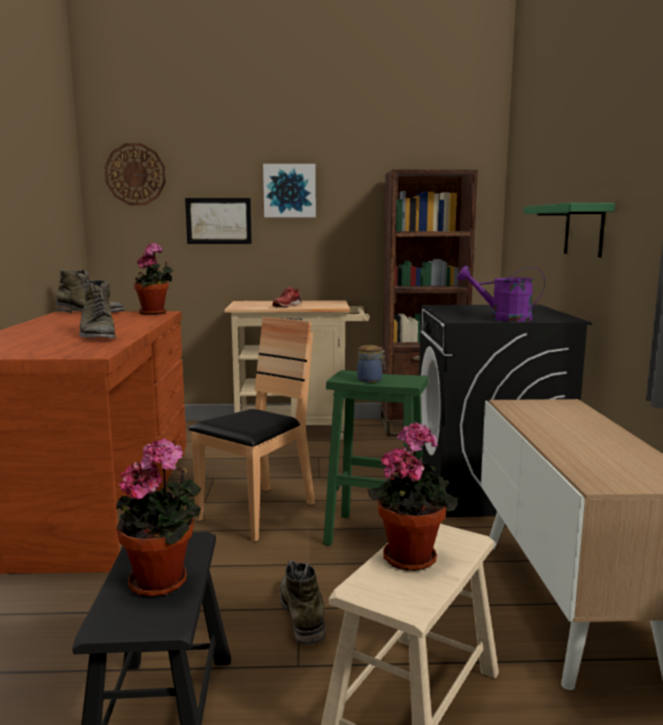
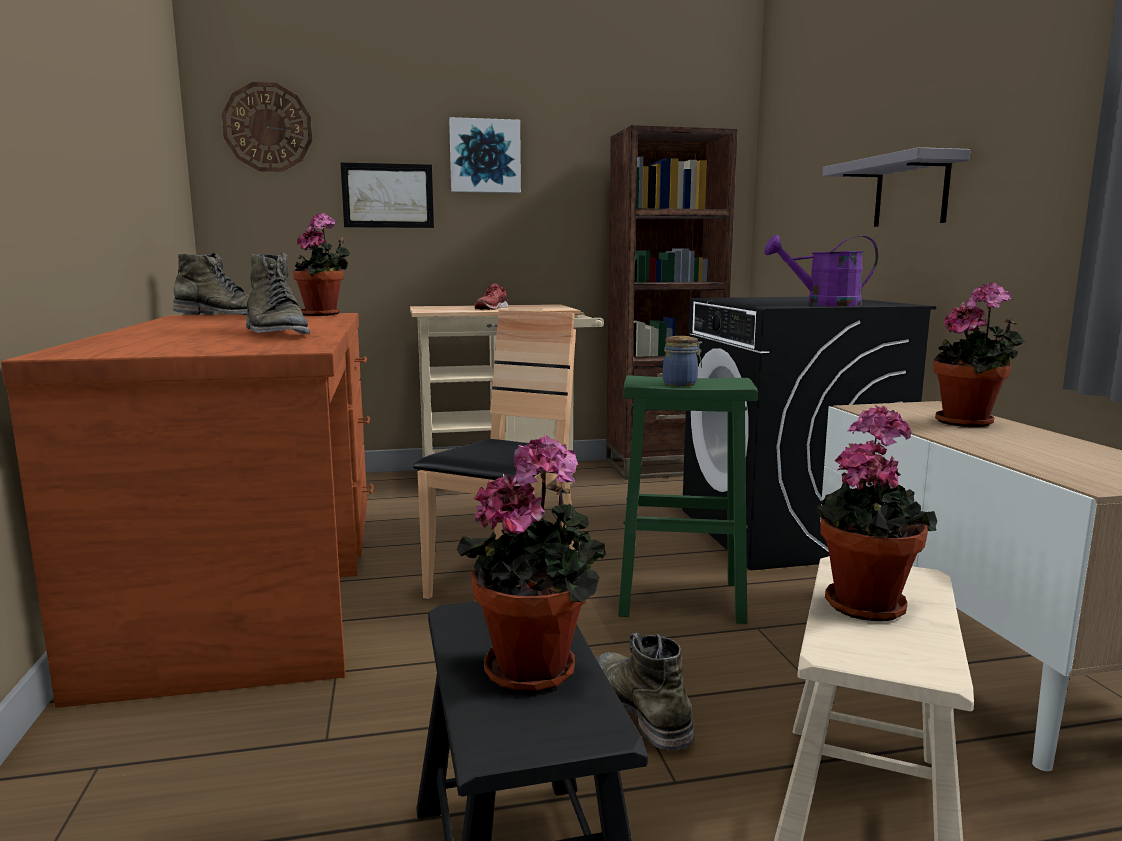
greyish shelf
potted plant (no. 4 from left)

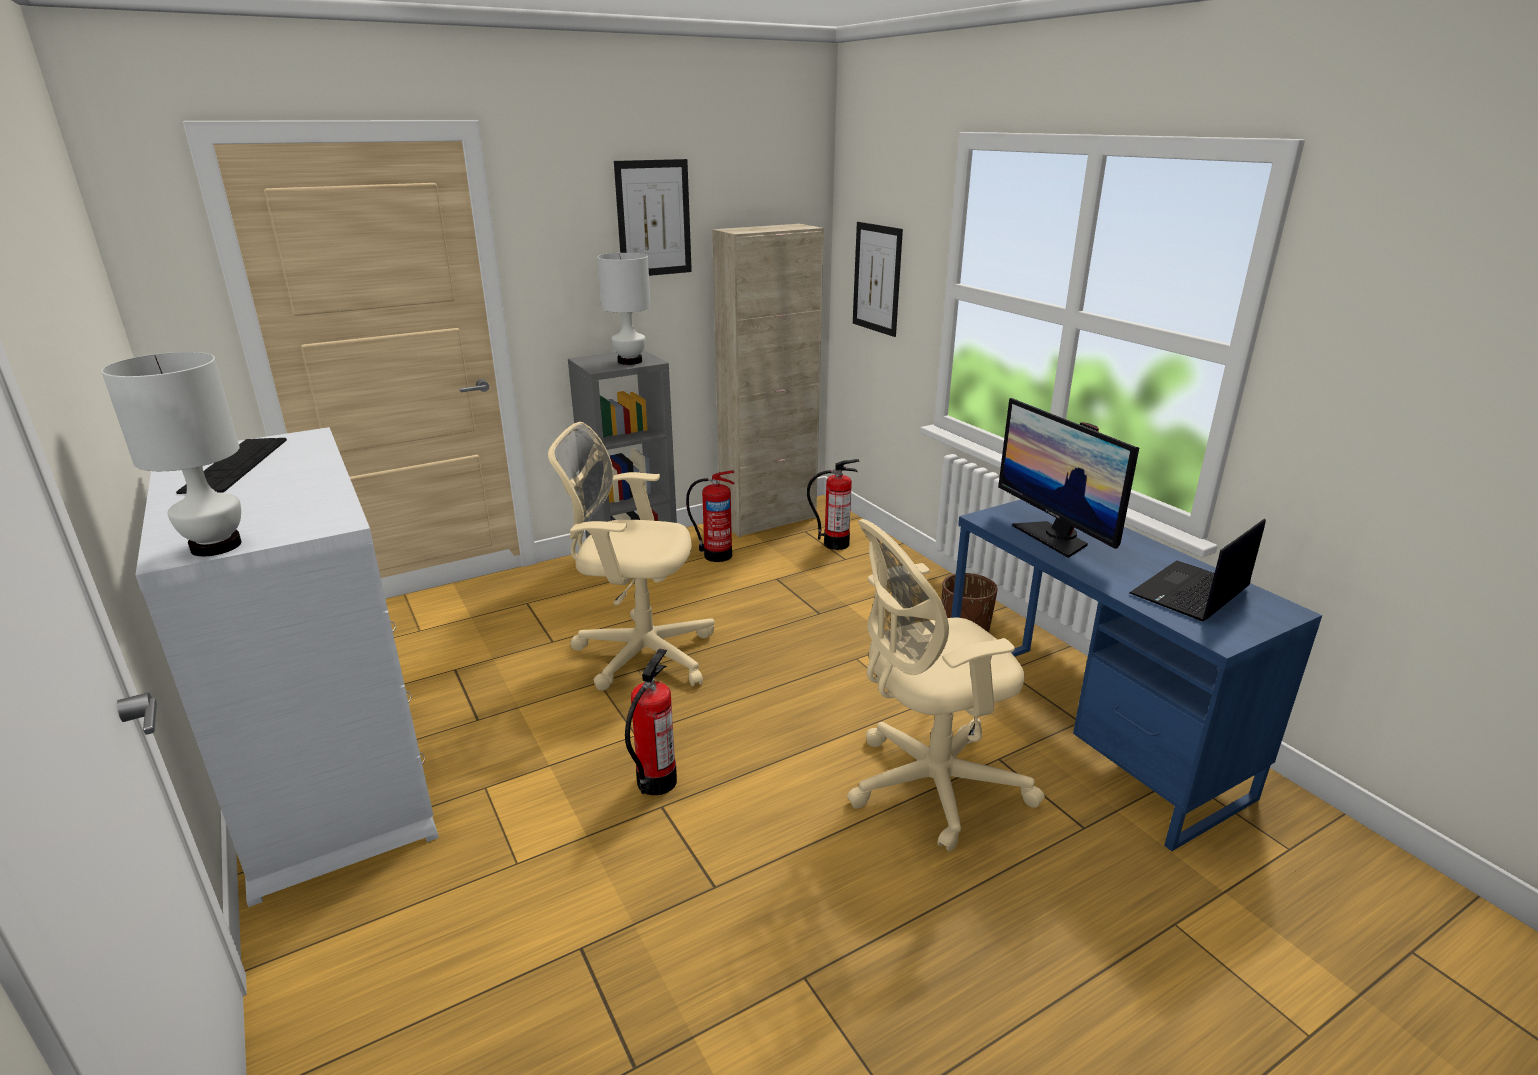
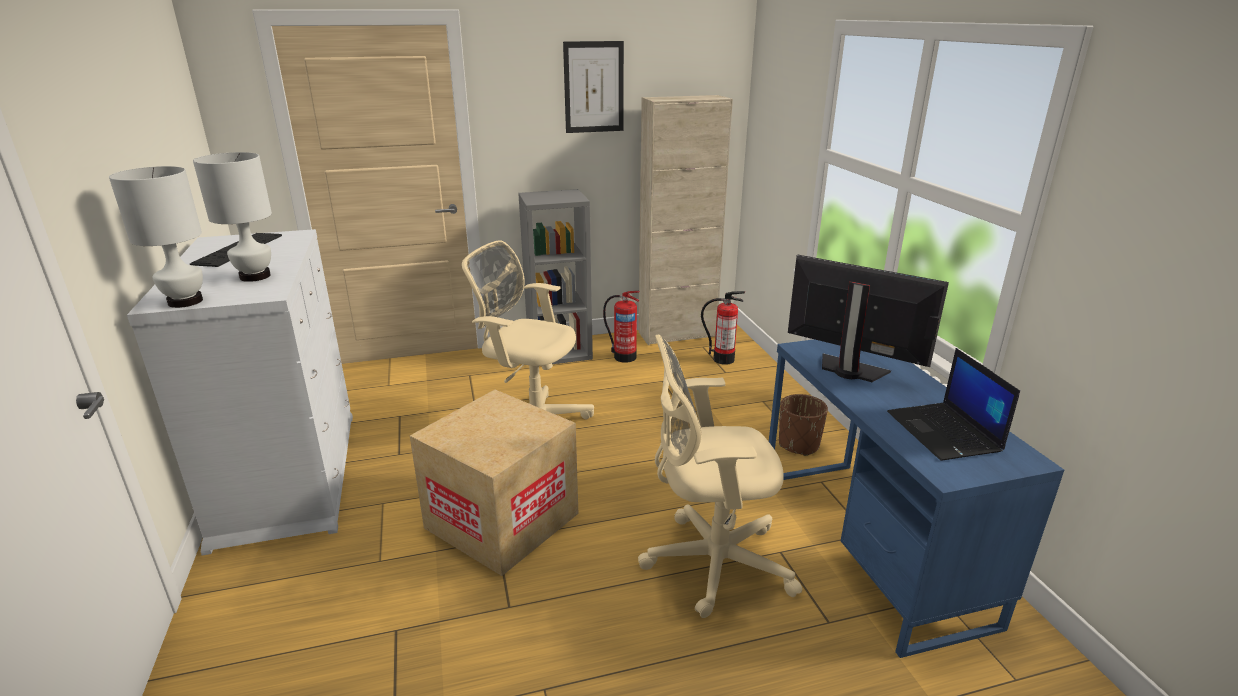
whitish tabletop lamp (no. 2 from left)
carton
wall art (no. 2 from left in the first image)
computer screen
portable computer

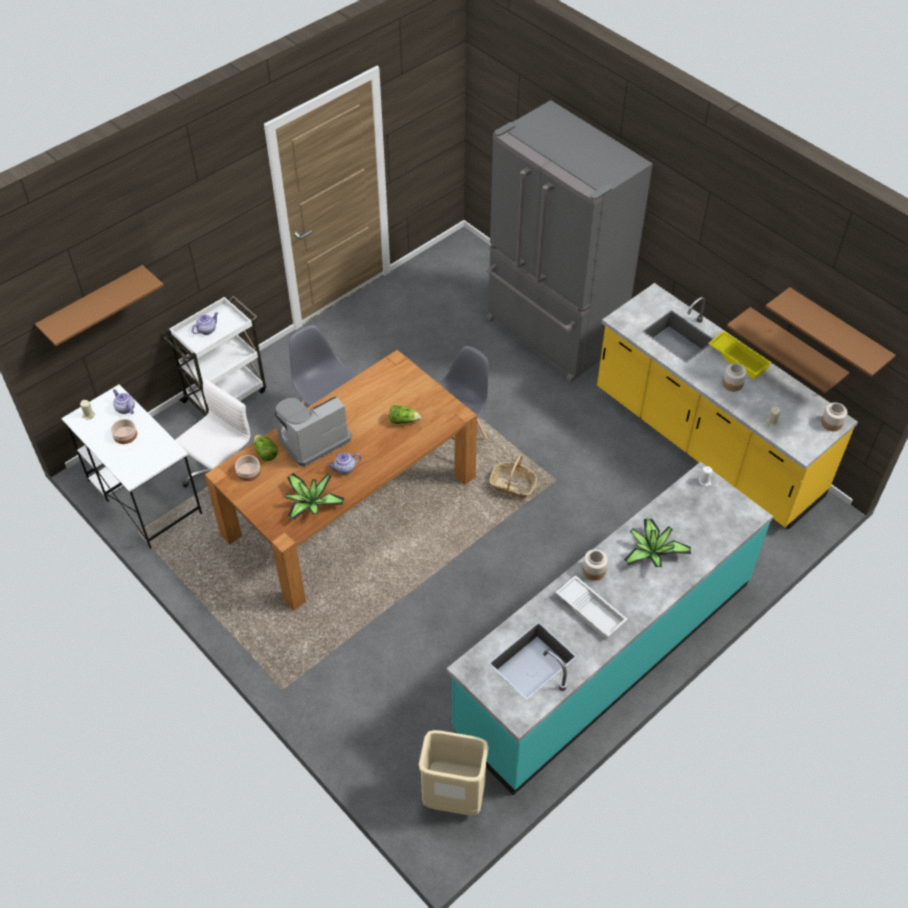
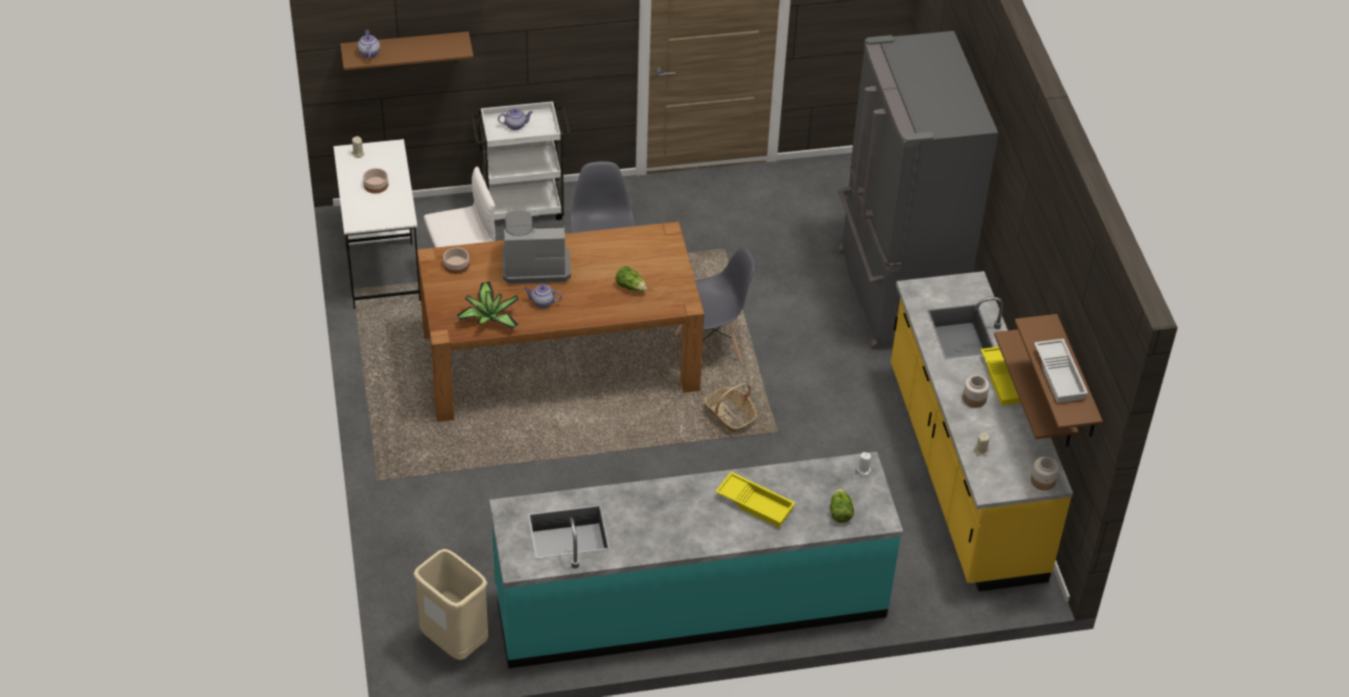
pot for tea (no. 1 from left)
lettuce head (no. 2 from left)
whitish tray
jar (no. 1 from left in the first image)
yellow tray (no. 1 from left)

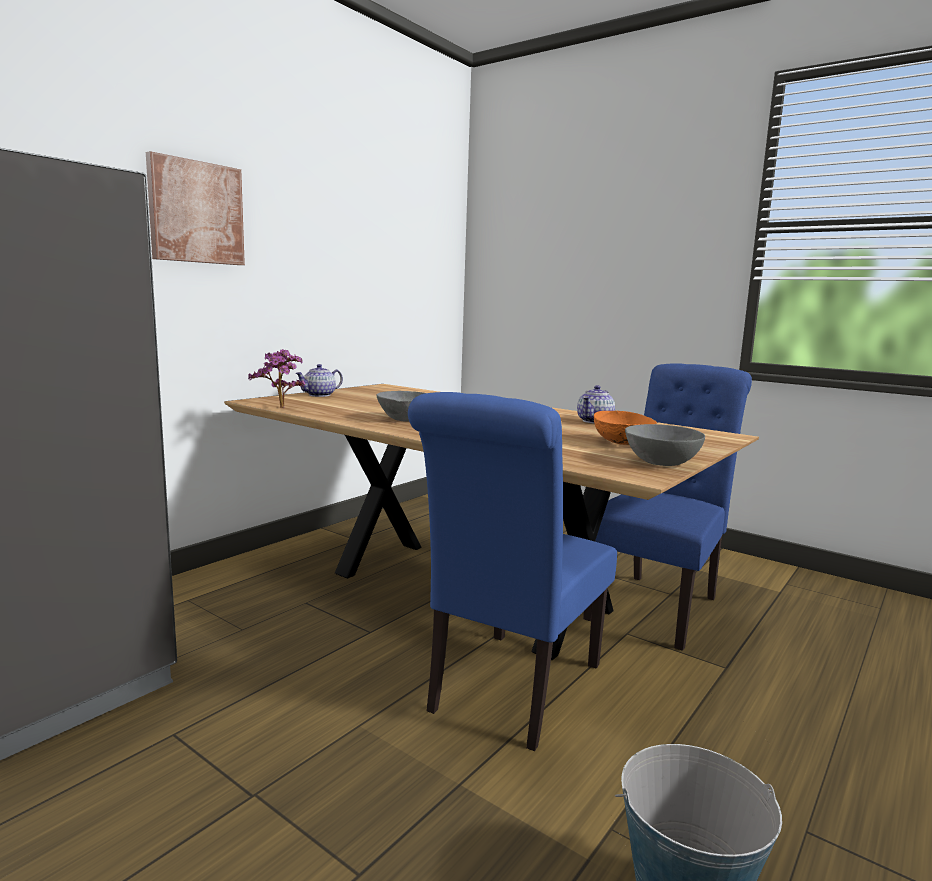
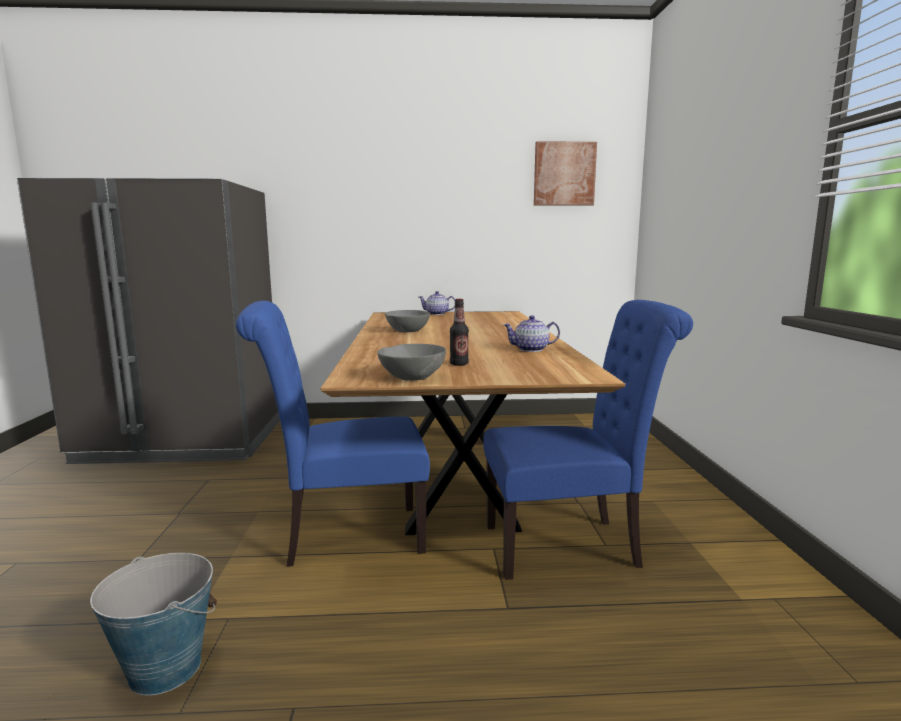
wall art
potted plant
drink bottle

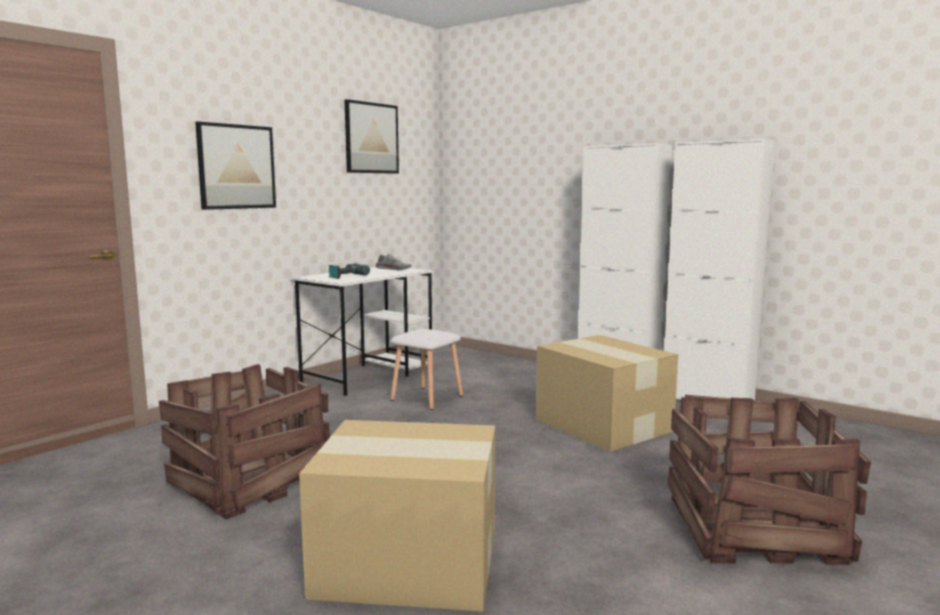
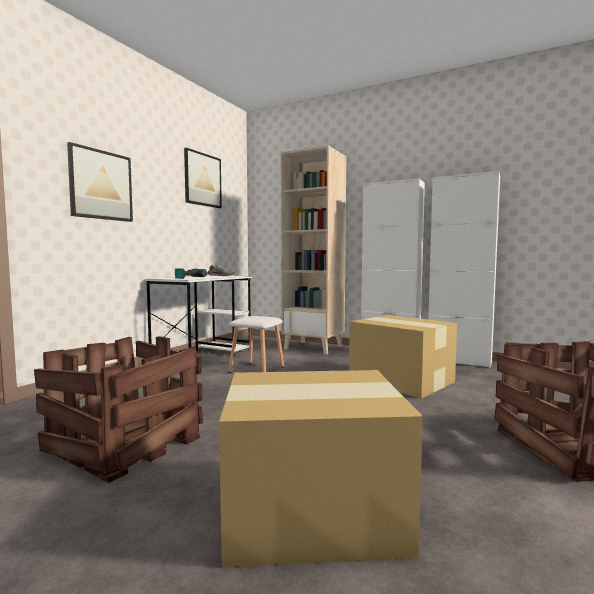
beige-coloured bookcase

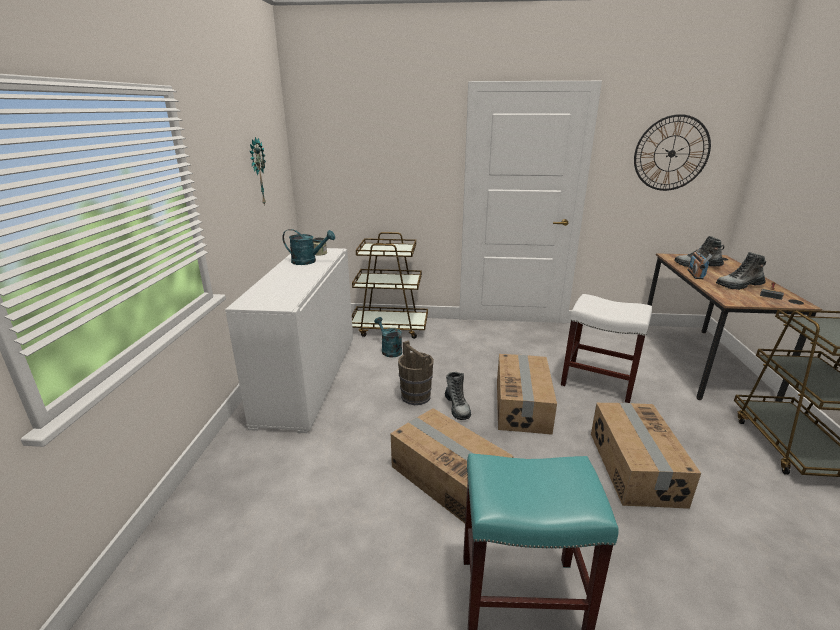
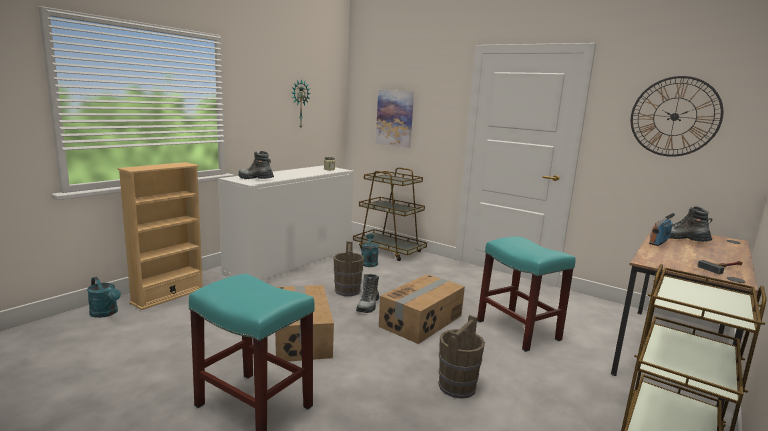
turquoise-coloured watering pot (no. 1 from left)
turquoise-coloured sitting stool (no. 2 from left)
brown-coloured water bucket (no. 2 from left)
high-top boot (no. 1 from left)
beige-coloured bookcase
wall art

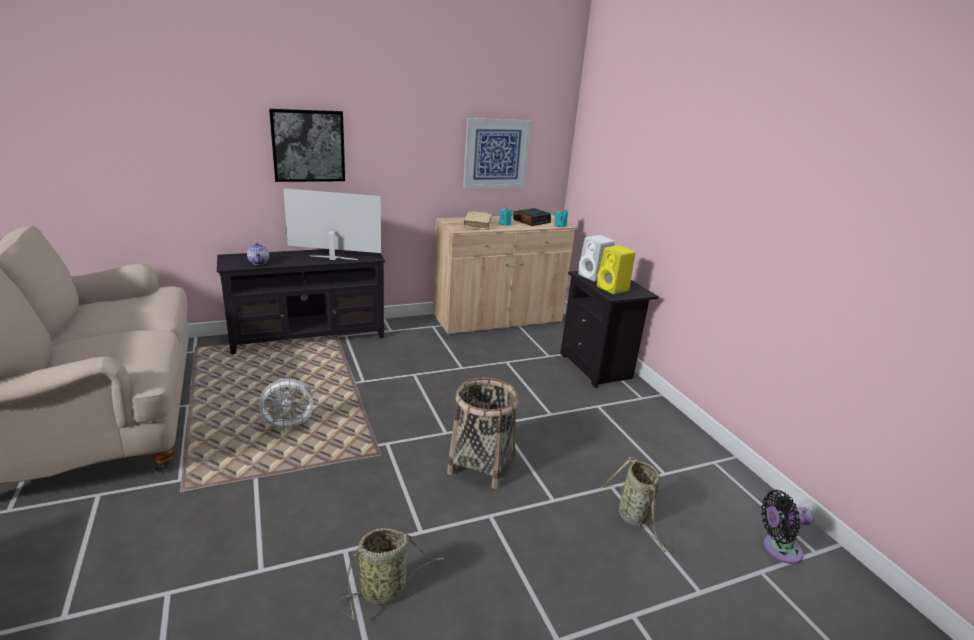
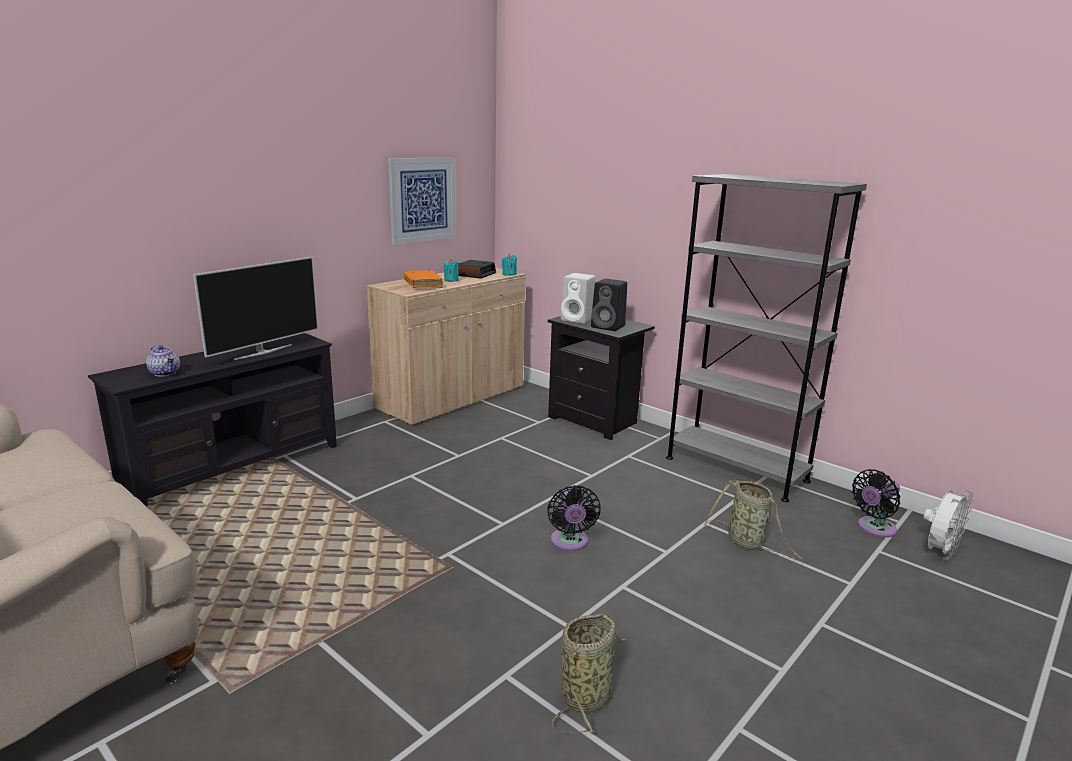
whitish cooling fan
wall art (no. 1 from left in the first image)
television
black cooling fan (no. 1 from left)
orange-coloured bound book
black loudspeaker
greyish bookcase

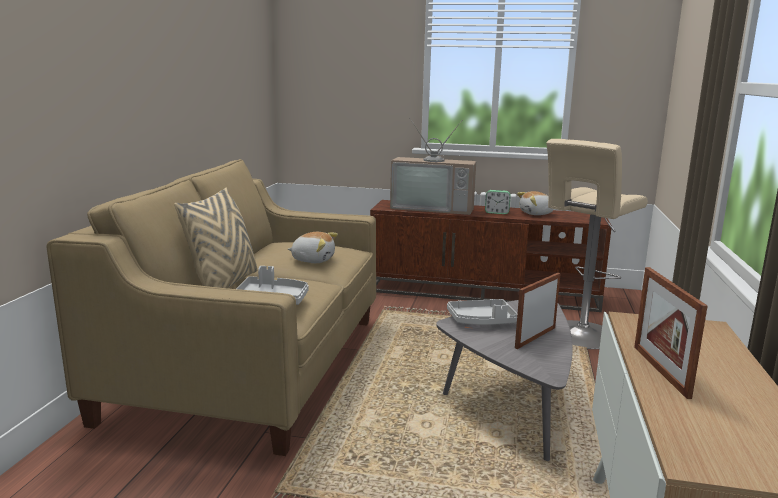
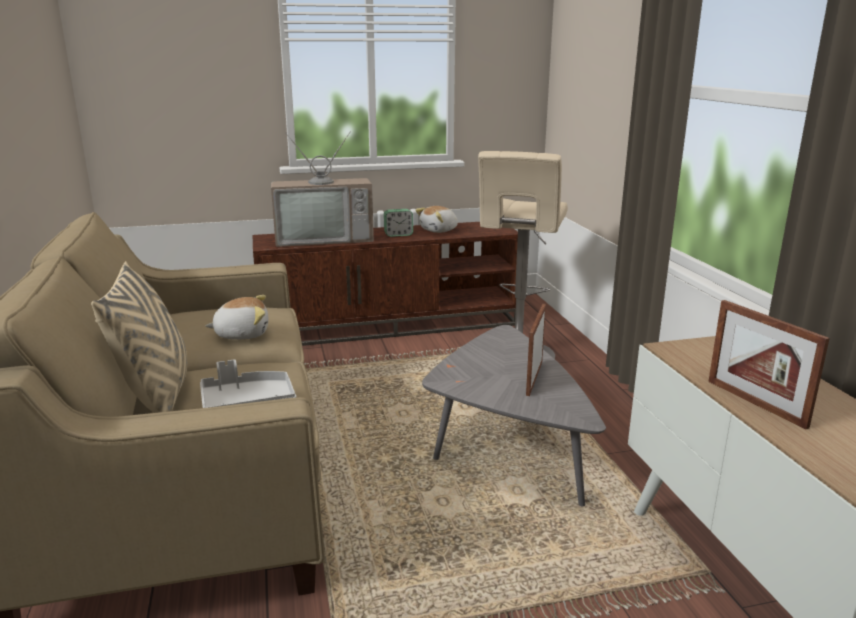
greyish tray (no. 2 from left in the first image)

